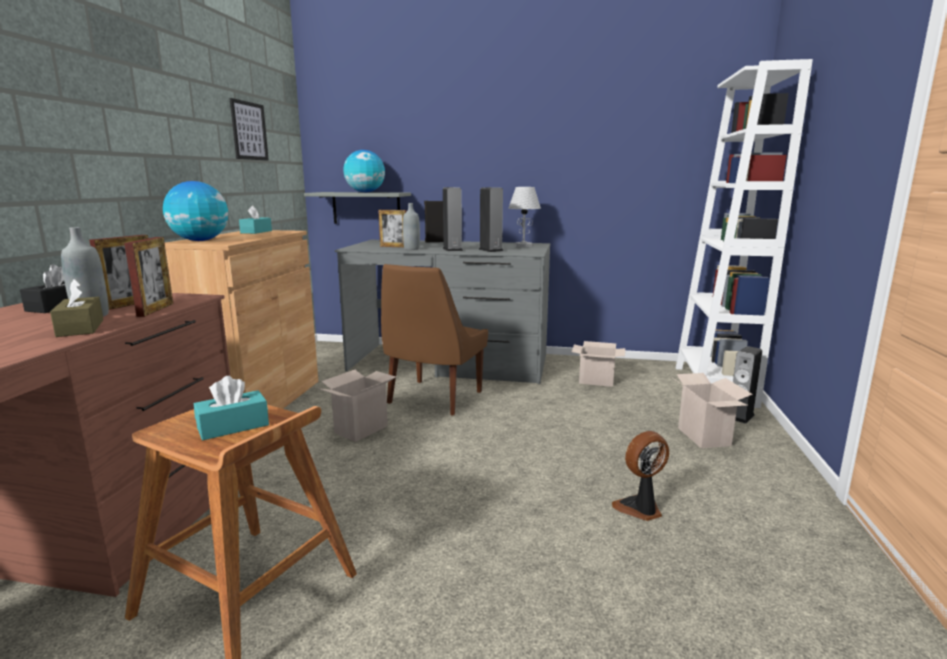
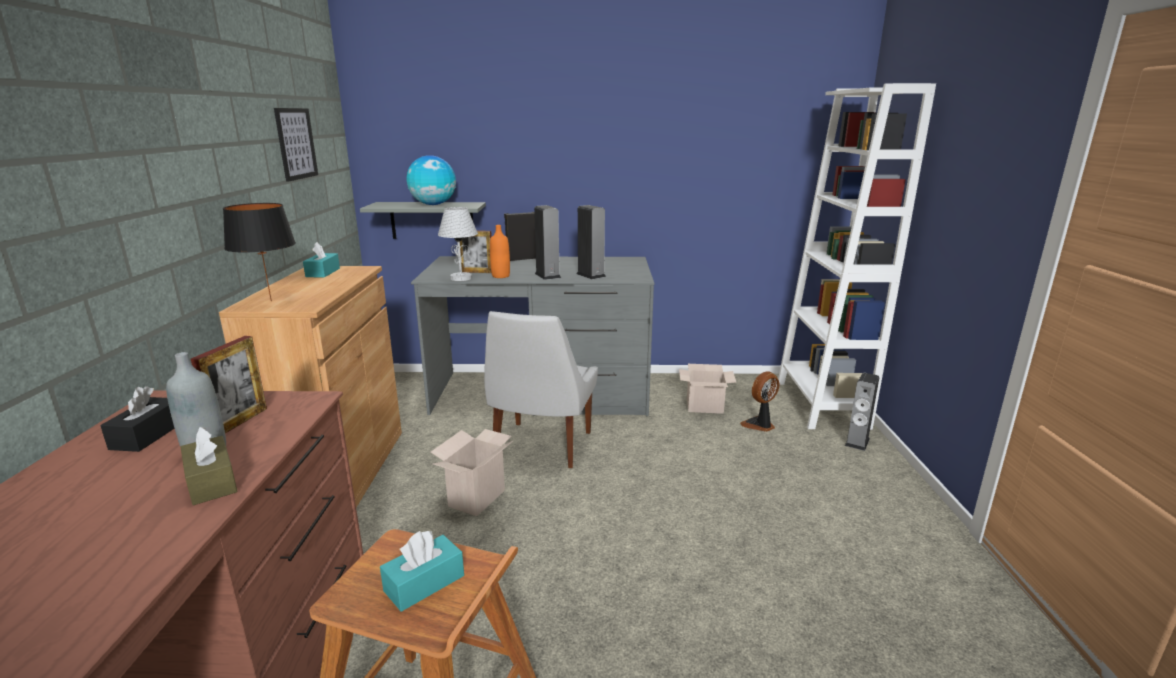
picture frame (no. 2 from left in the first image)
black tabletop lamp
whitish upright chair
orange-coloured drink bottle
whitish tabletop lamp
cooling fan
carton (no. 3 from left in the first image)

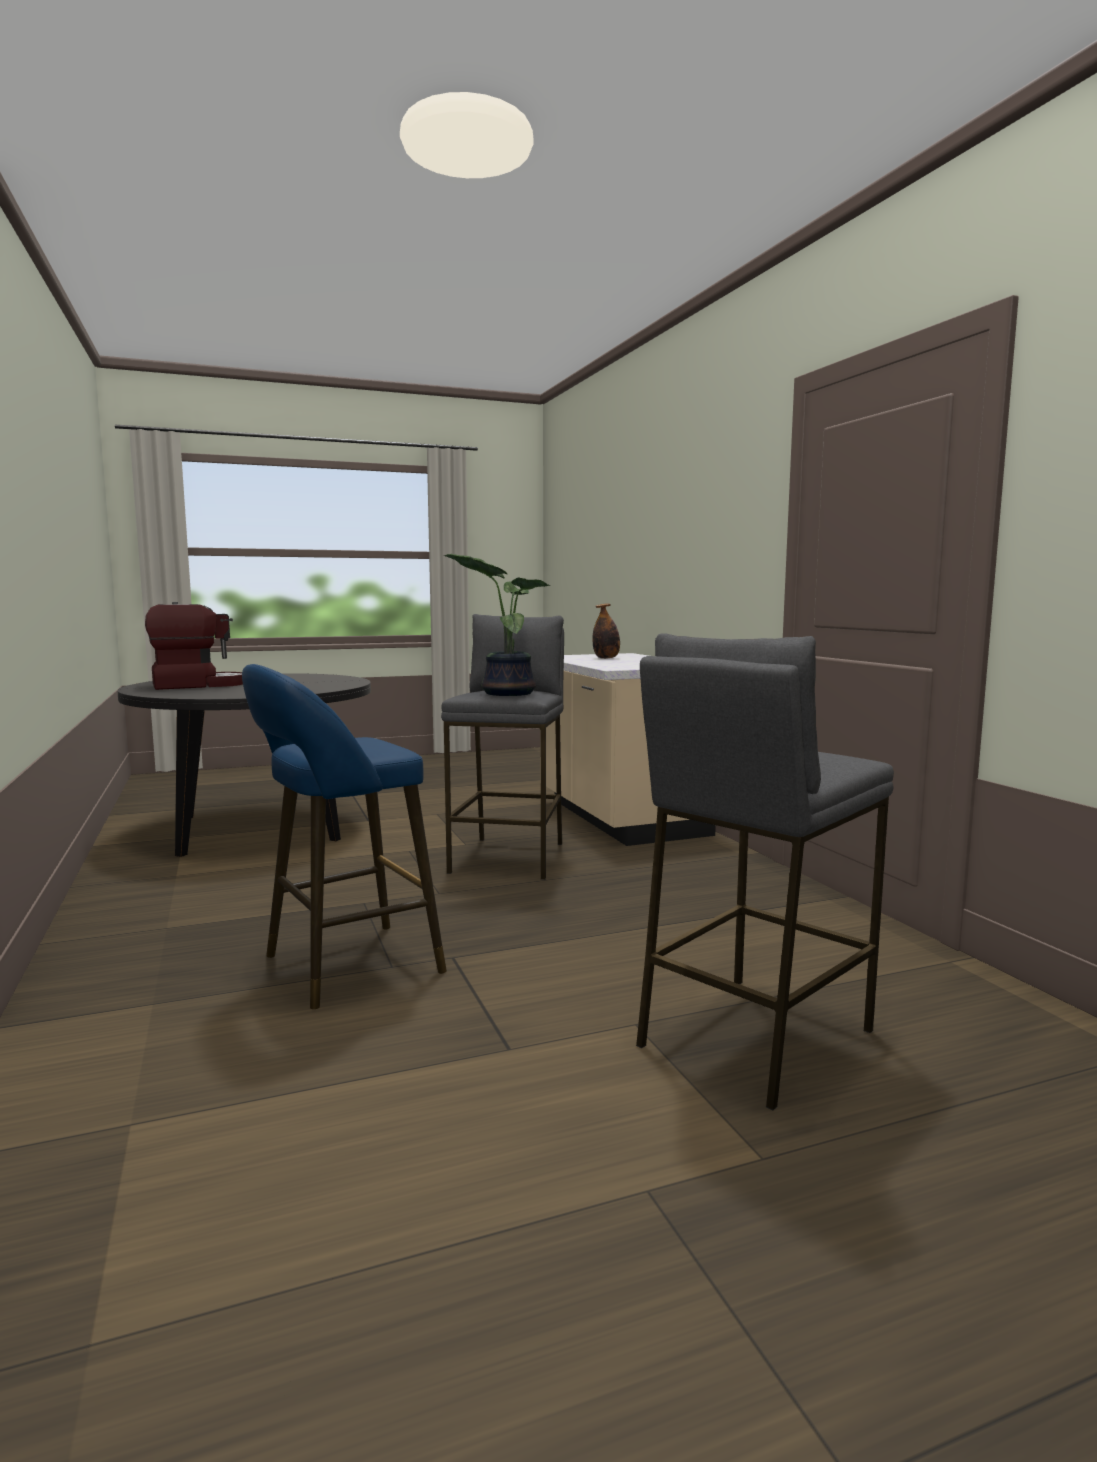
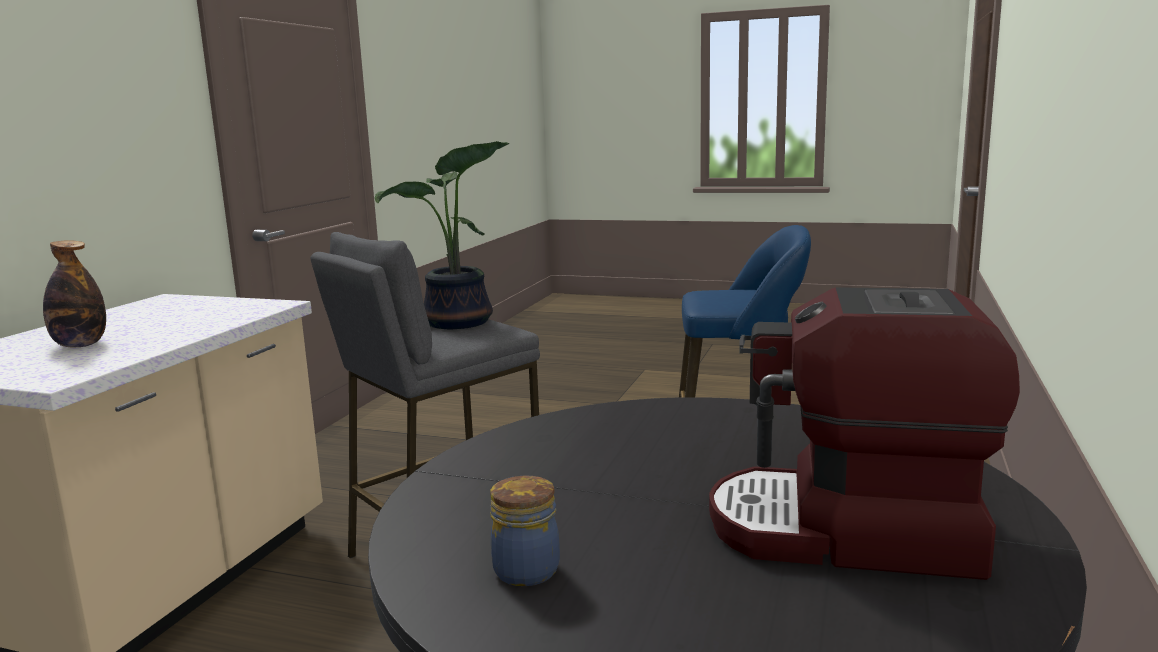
greyish sitting stool (no. 2 from left in the first image)
jar

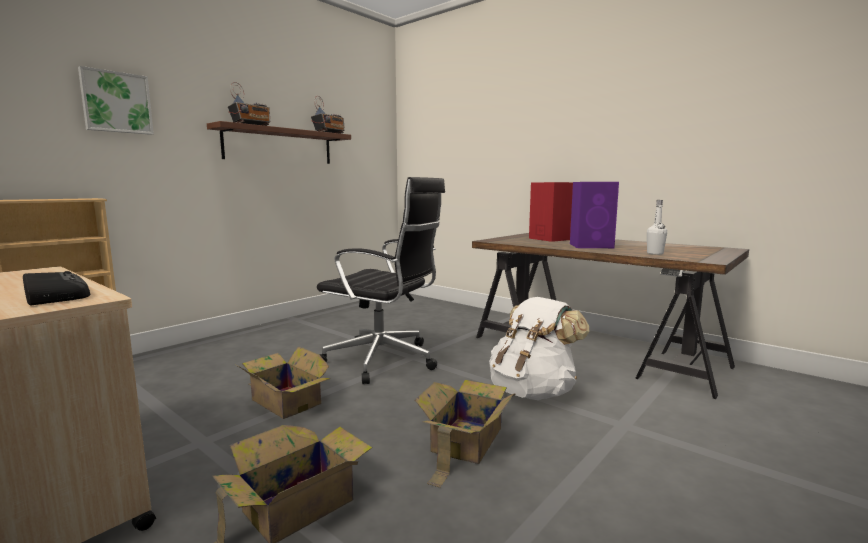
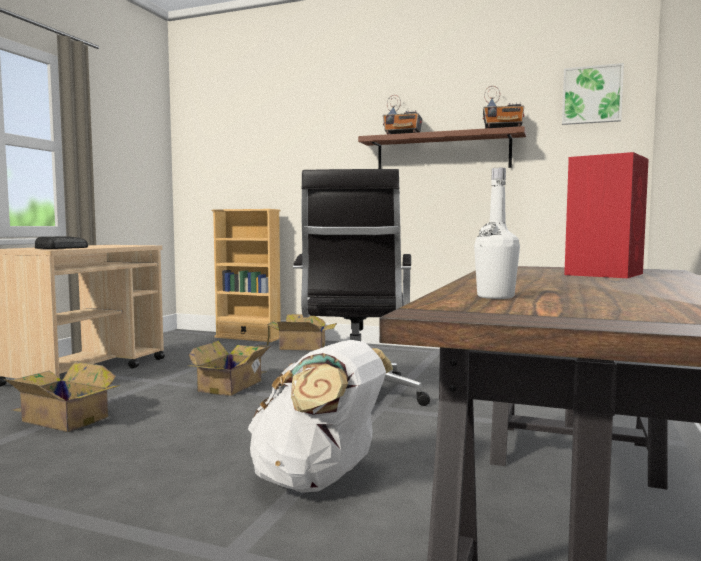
wall art
carton (no. 3 from left)
purple-coloured loudspeaker

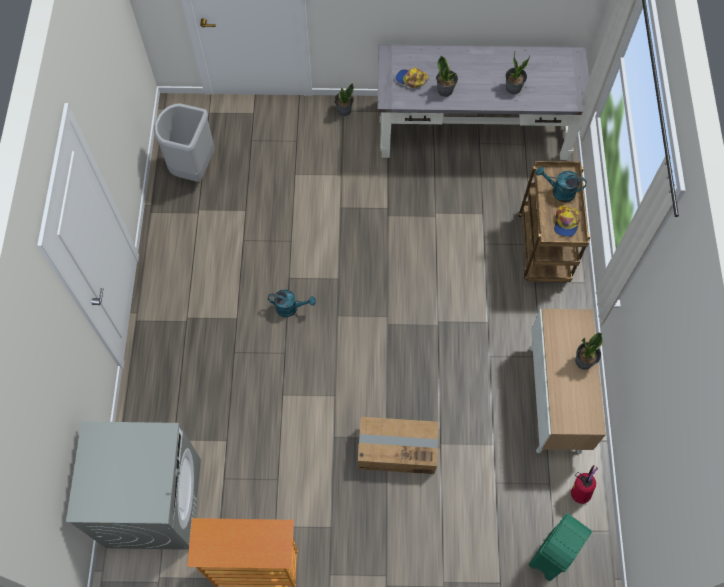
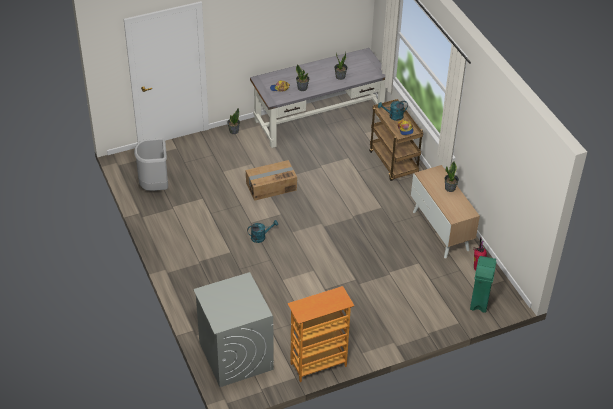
carton

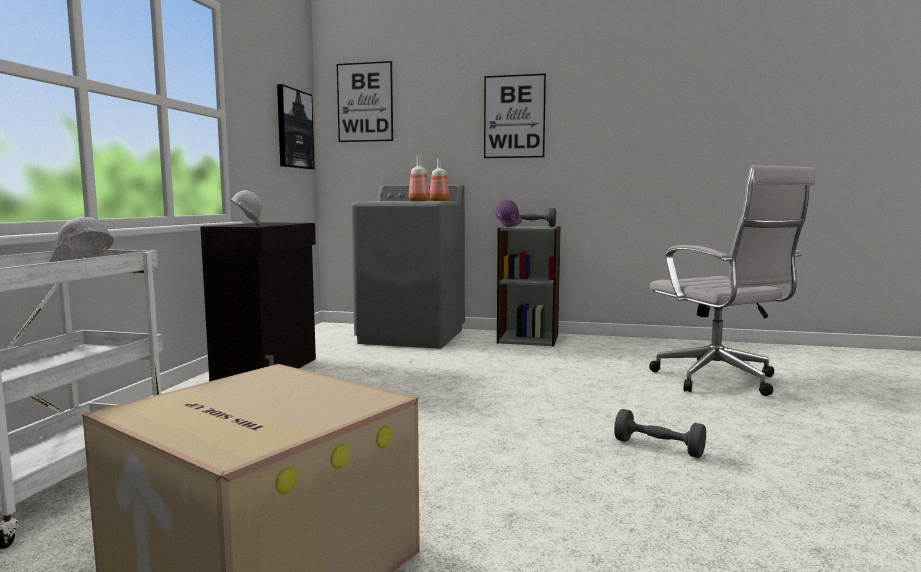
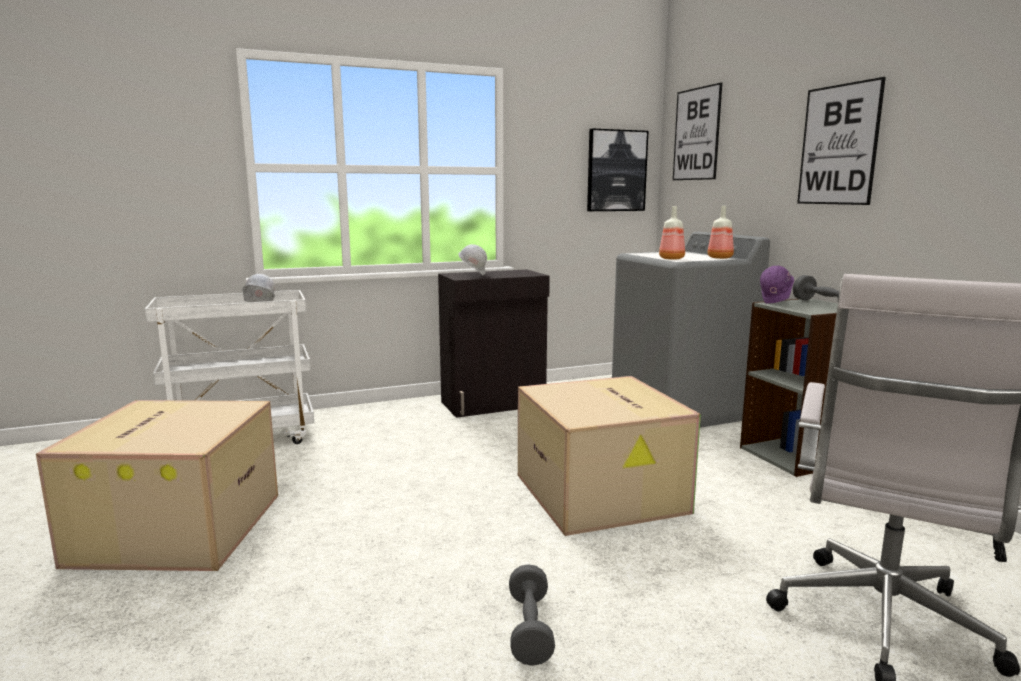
carton (no. 2 from left)

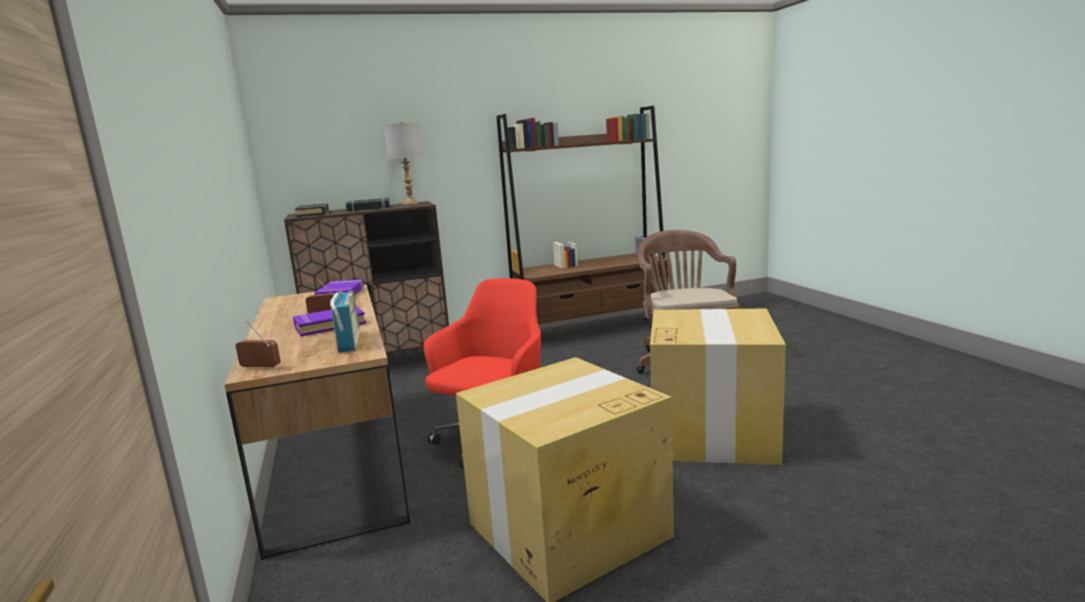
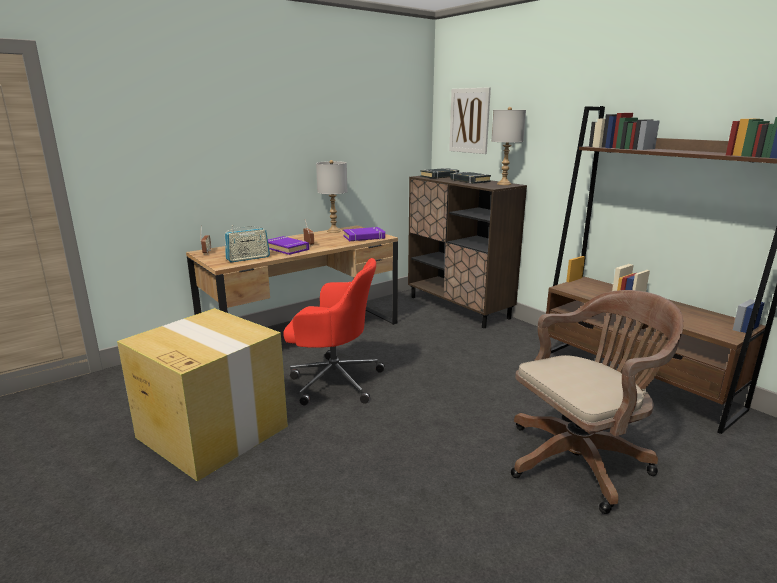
carton (no. 2 from left in the first image)
greyish tabletop lamp (no. 1 from left)
wall art

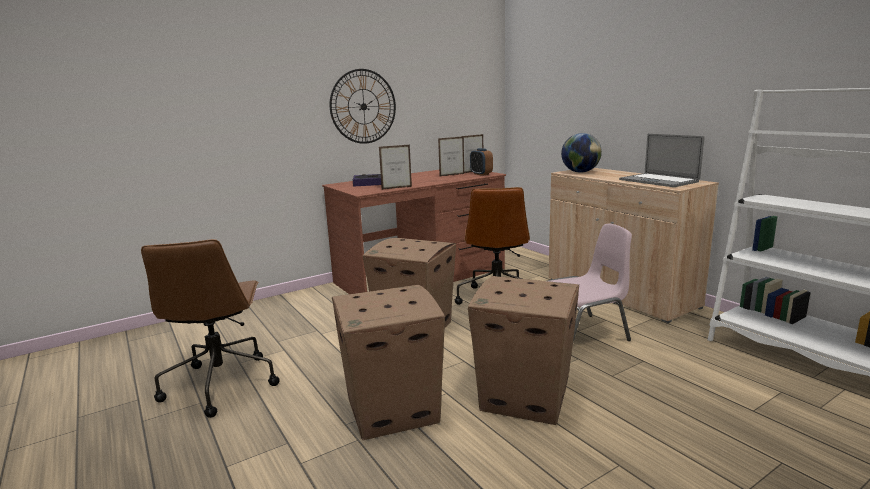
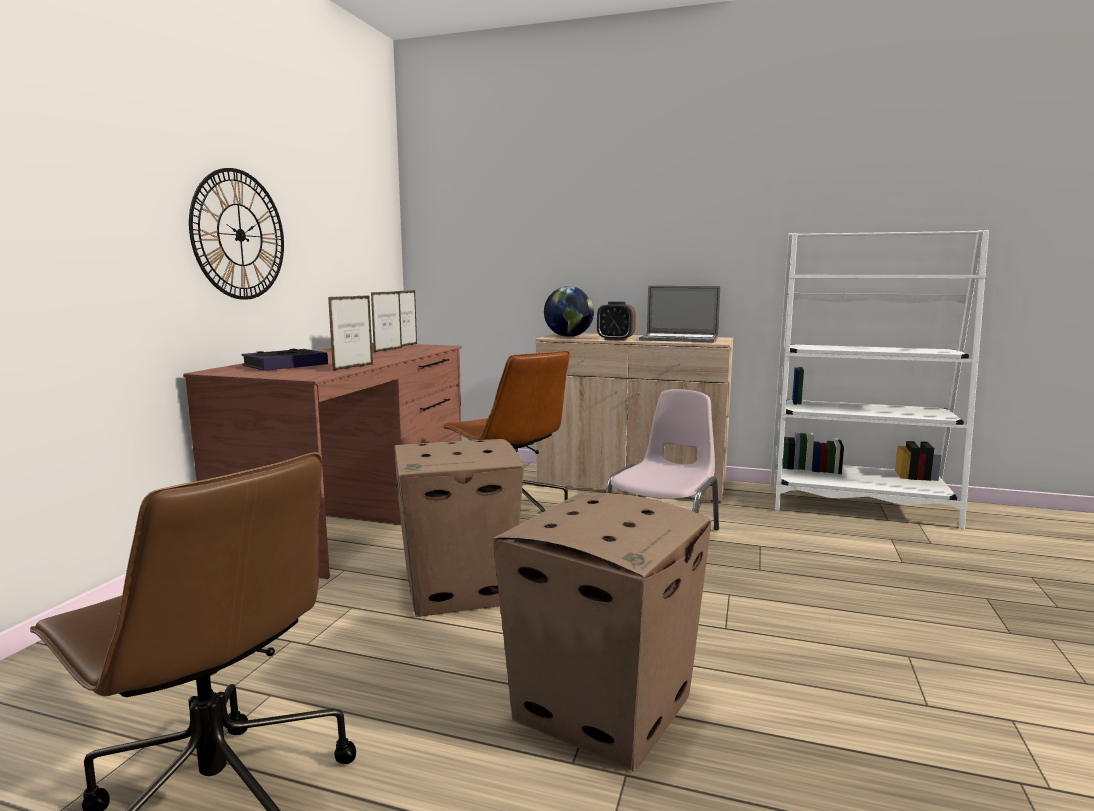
carton (no. 3 from left in the first image)
table clock

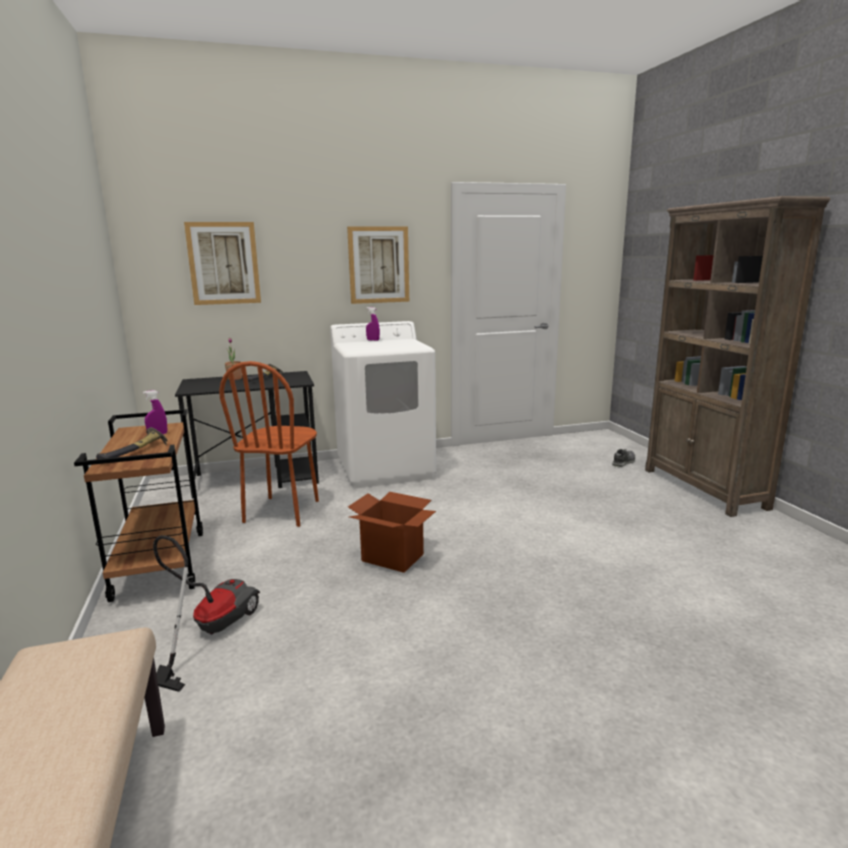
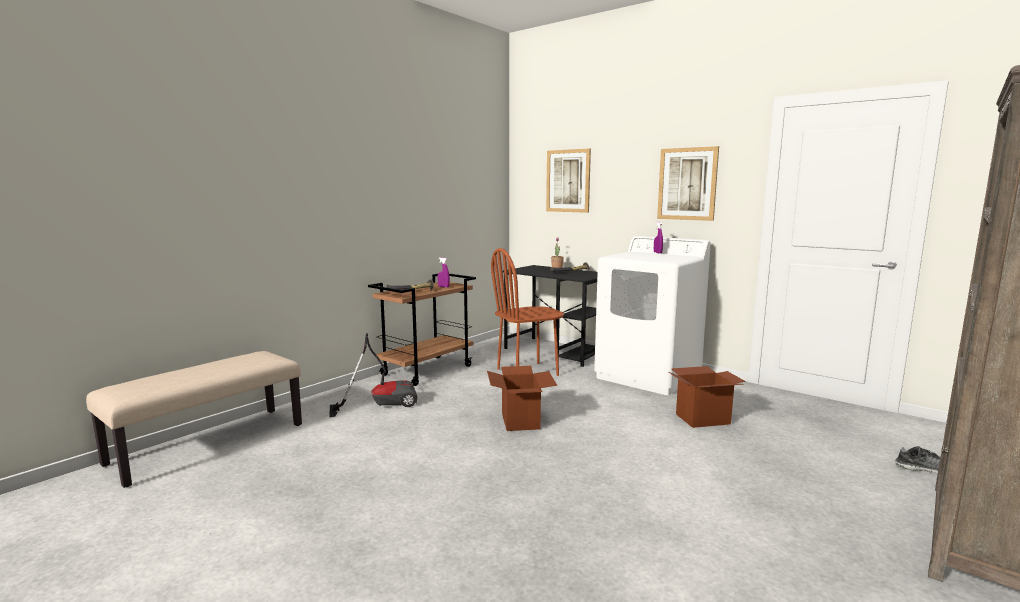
carton (no. 2 from left)

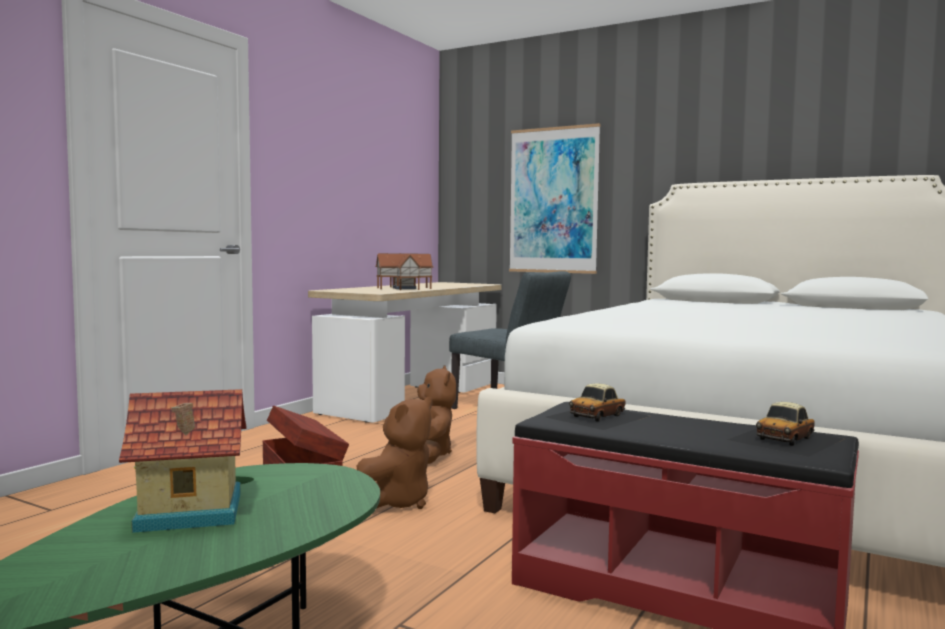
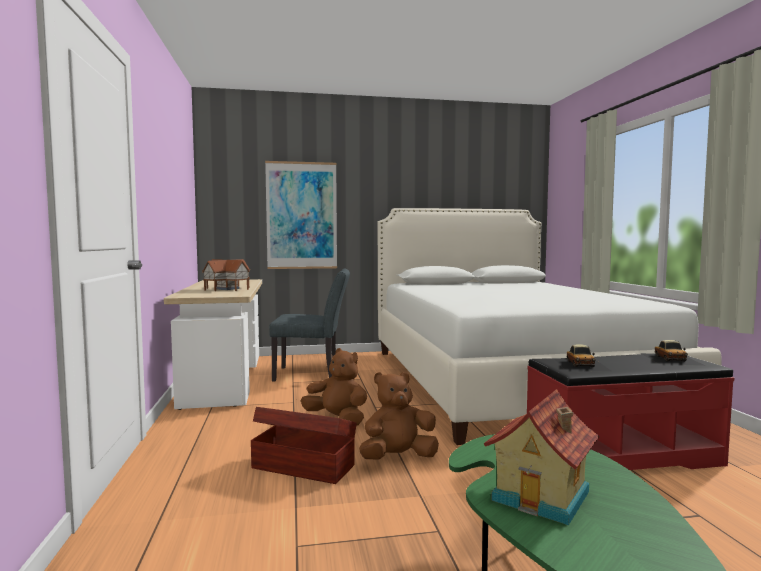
brown-coloured cuddly toy (no. 2 from left)

